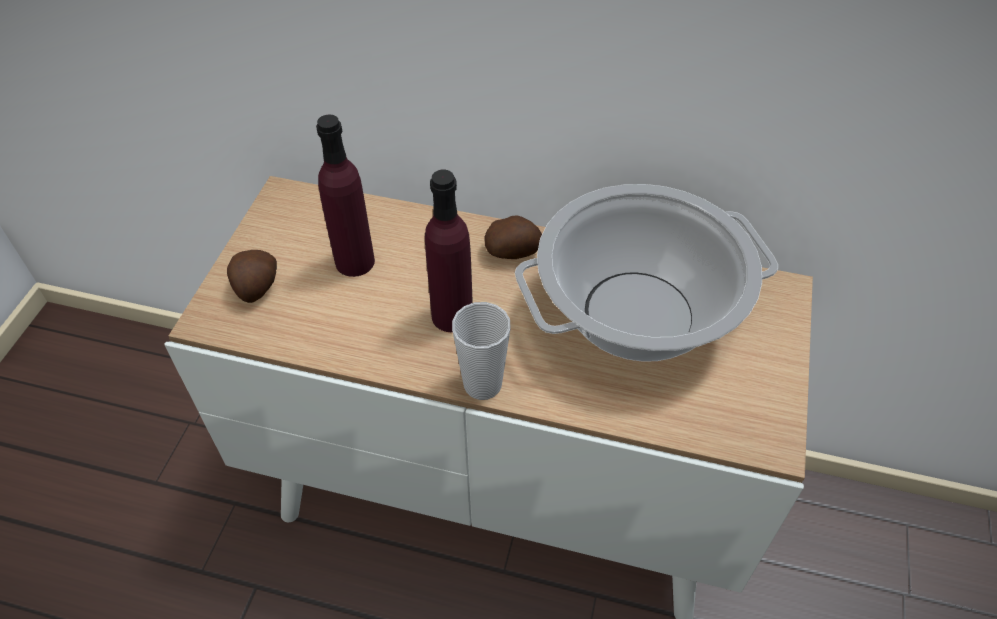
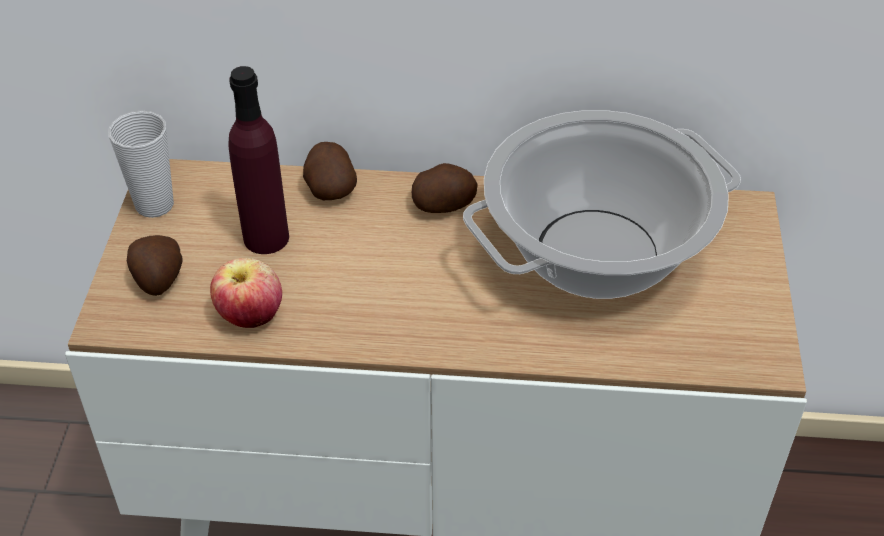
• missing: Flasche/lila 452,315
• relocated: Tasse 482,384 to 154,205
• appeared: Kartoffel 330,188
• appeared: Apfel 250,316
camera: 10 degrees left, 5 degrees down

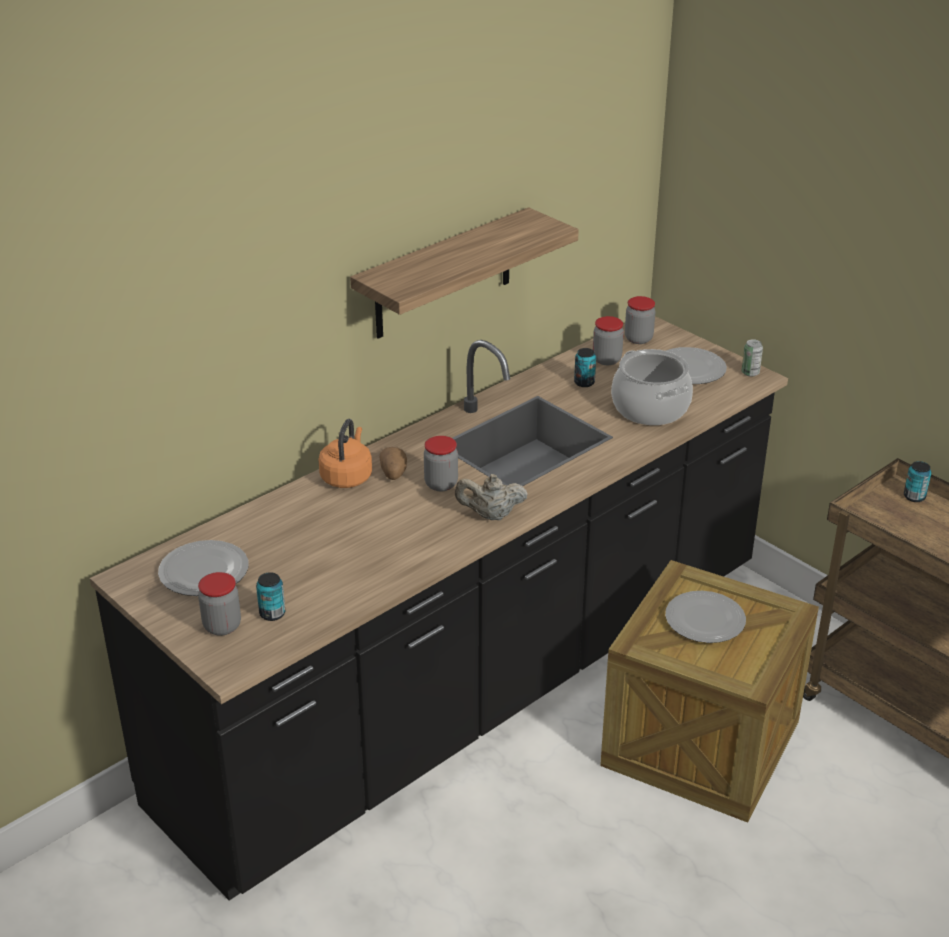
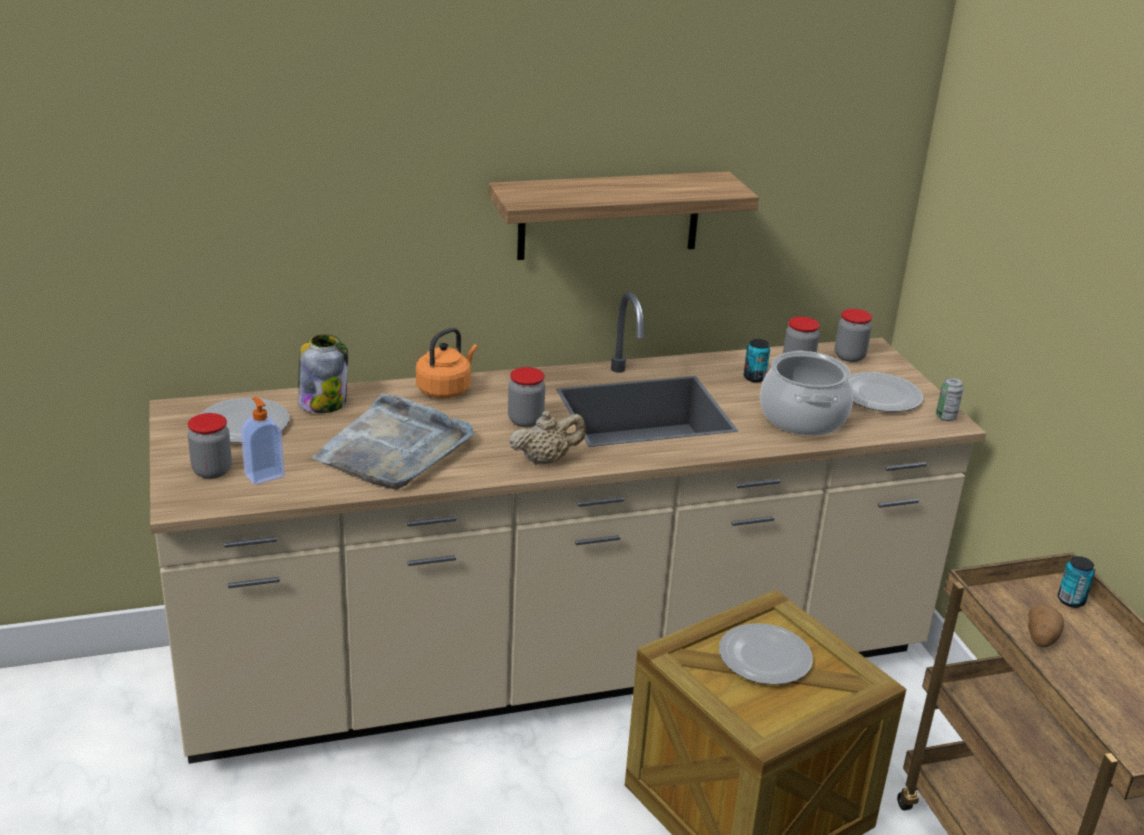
• colour: Küchenzeile/schwarz 474,685 to Küchenzeile/beige 558,663
• relocated: Kartoffel 393,473 to 1041,638
• spun: Teekanne/beige 491,515 = 546,460 135 degrees clockwise
• exchanged: Dose 272,613 to Seifenspender 264,475
• appeared: Vorratsglas 323,403
• appeared: Tablett/grau 394,448
camera: 25 degrees right, 5 degrees down

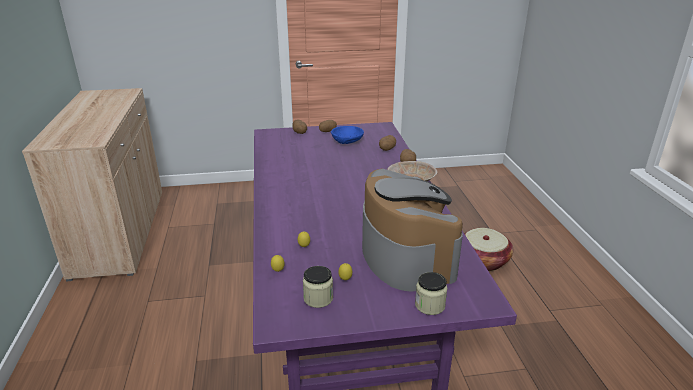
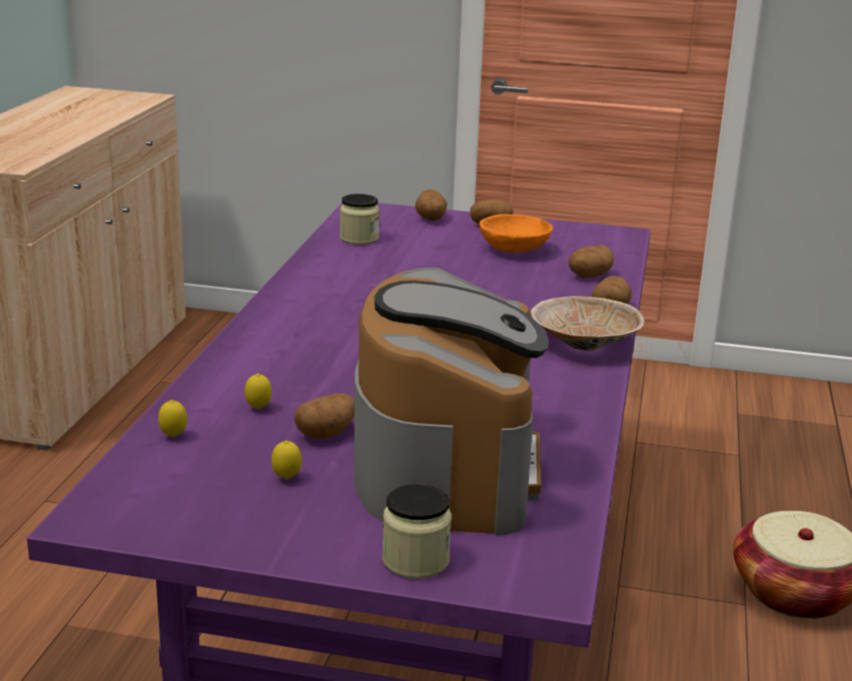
• colour: Schüssel/blau 347,142 to Schüssel/orange 515,251
• relocated: Vorratsglas 318,298 to 359,238
• appeared: Kartoffel 326,434
camera: 20 degrees right, 5 degrees down

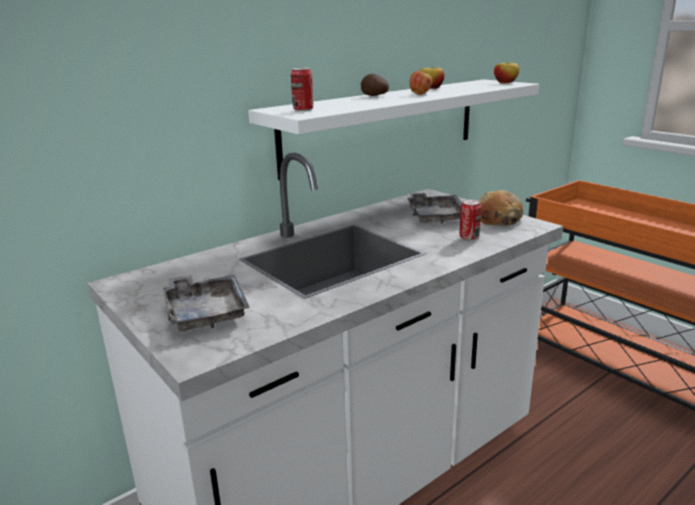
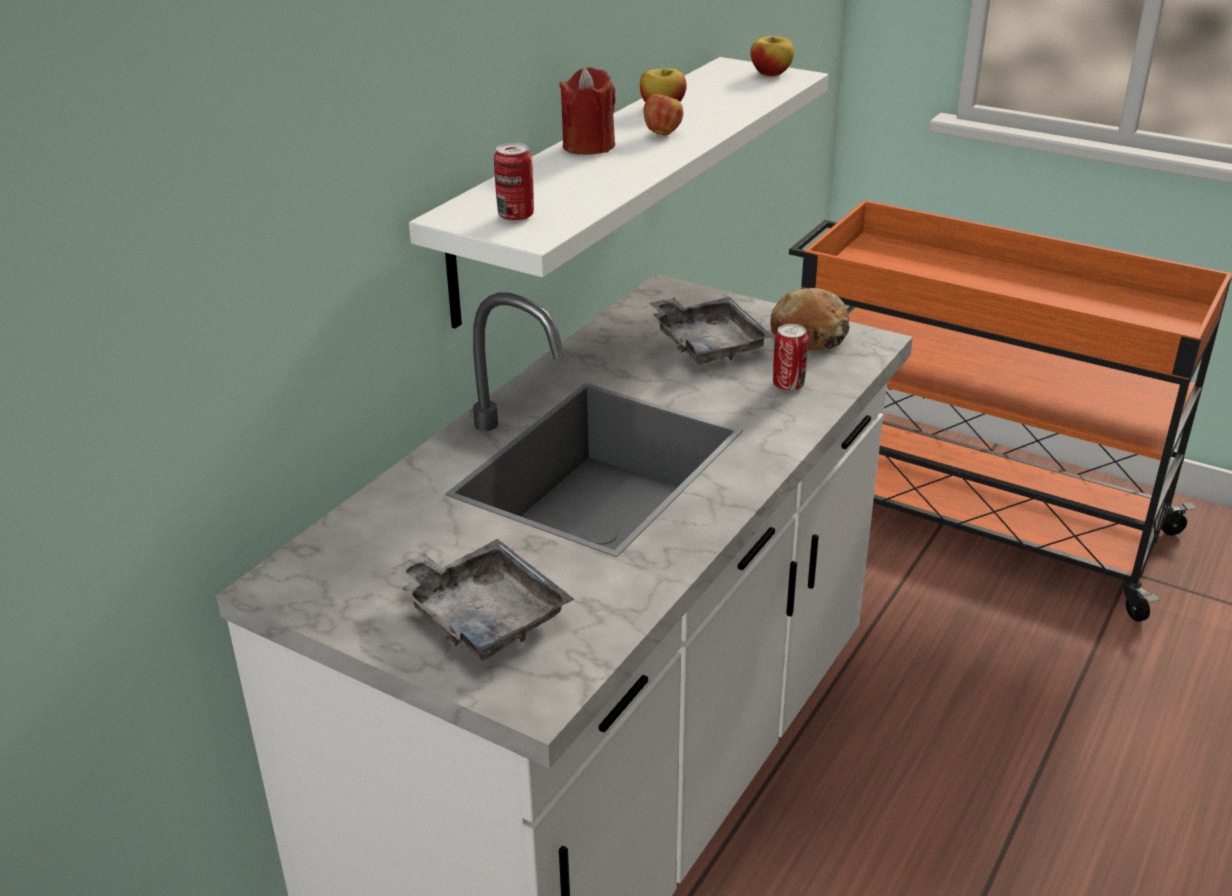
• exchanged: Kartoffel 374,96 to Kerze/rot 588,146
camera: 20 degrees left, 10 degrees up

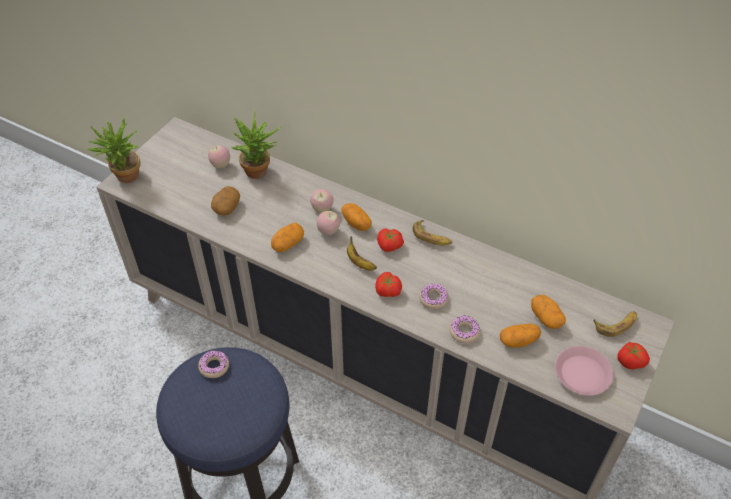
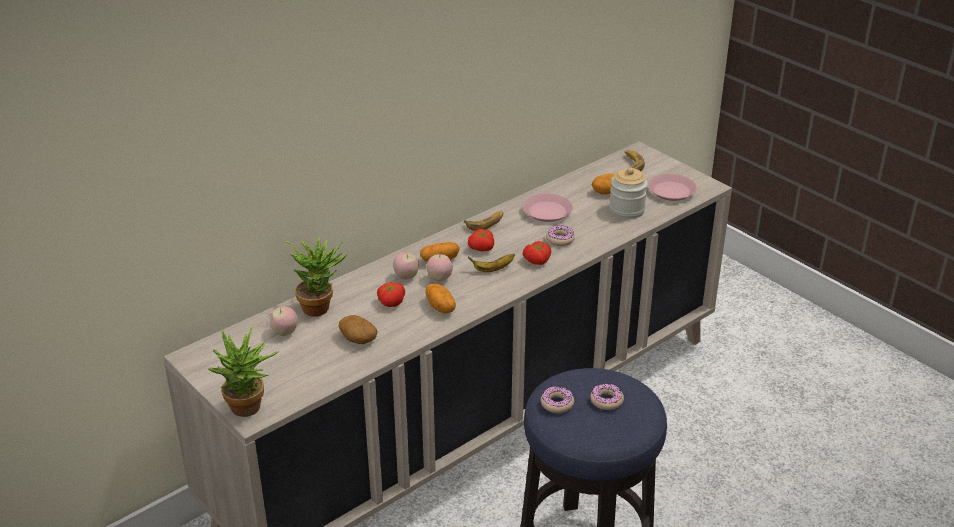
• relocated: Donut 464,332 to 606,401
• exchanged: Kartoffel 518,341 to Vorratsglas 626,210
• relocated: Tomate 630,360 to 390,302
• appeared: Teller/rosa 547,211
camera: 70 degrees left, 15 degrees down

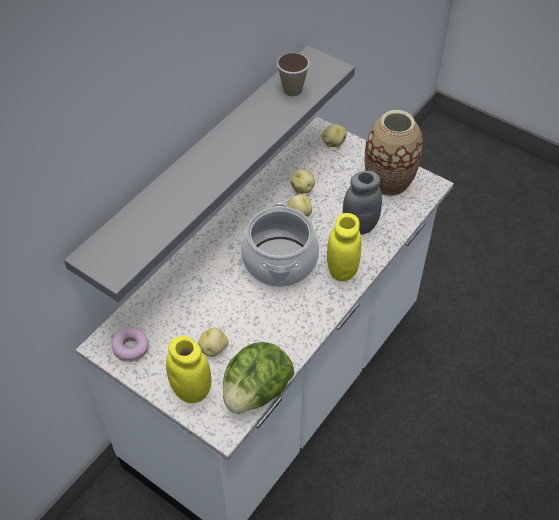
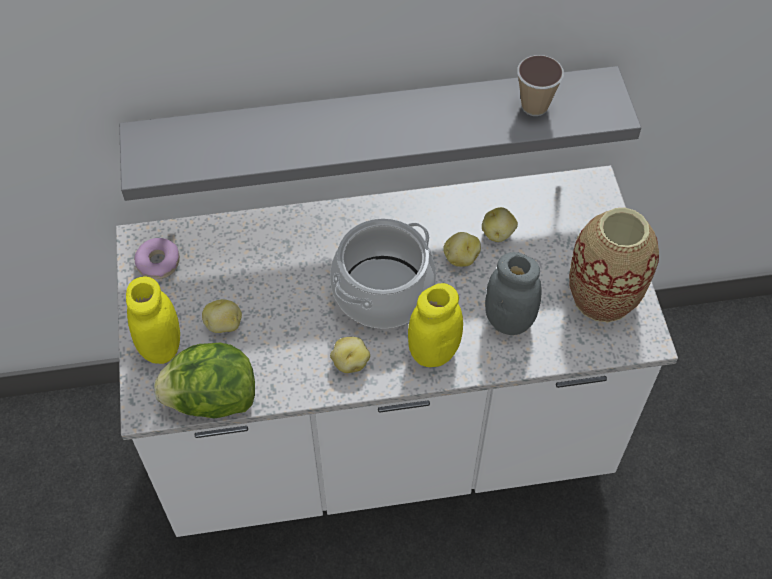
• relocated: Kartoffel 333,143 to 350,362
camera: 45 degrees right, 5 degrees up

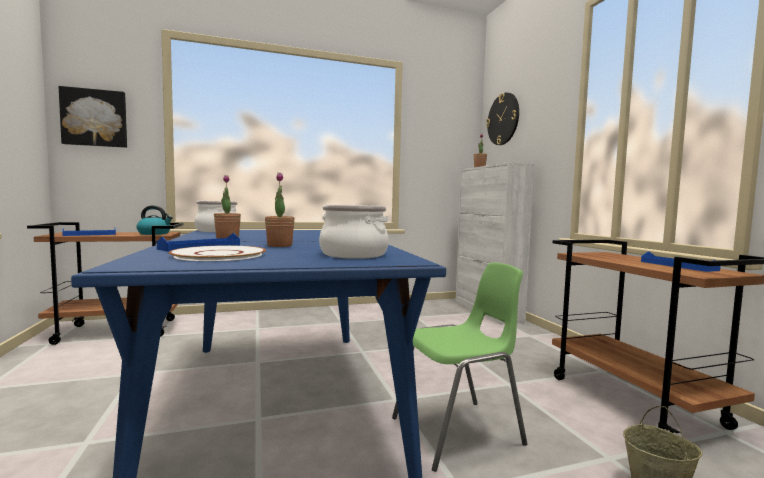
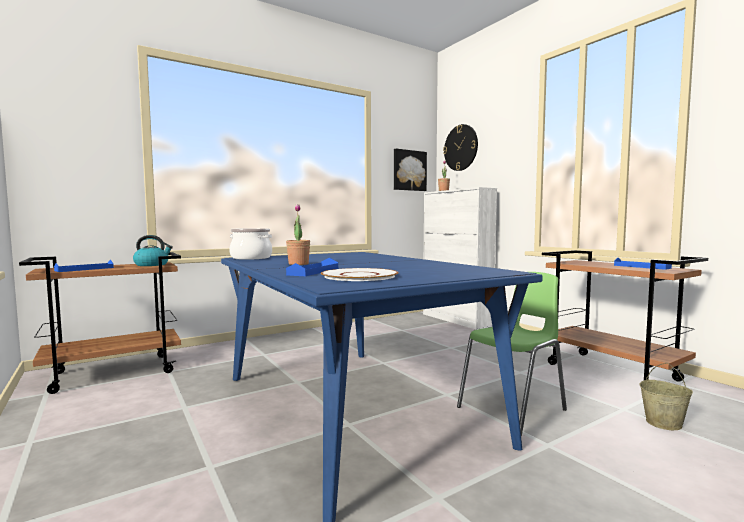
• relocated: Bild 95,118 to 409,170
• missing: Topfpflanze 279,245
• missing: Kochtopf 354,254
camera: 15 degrees left, 0 degrees up

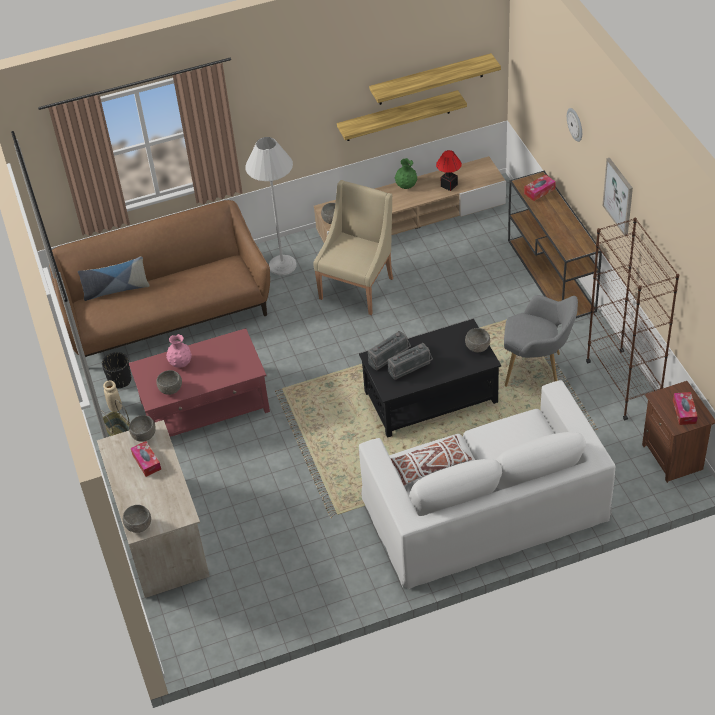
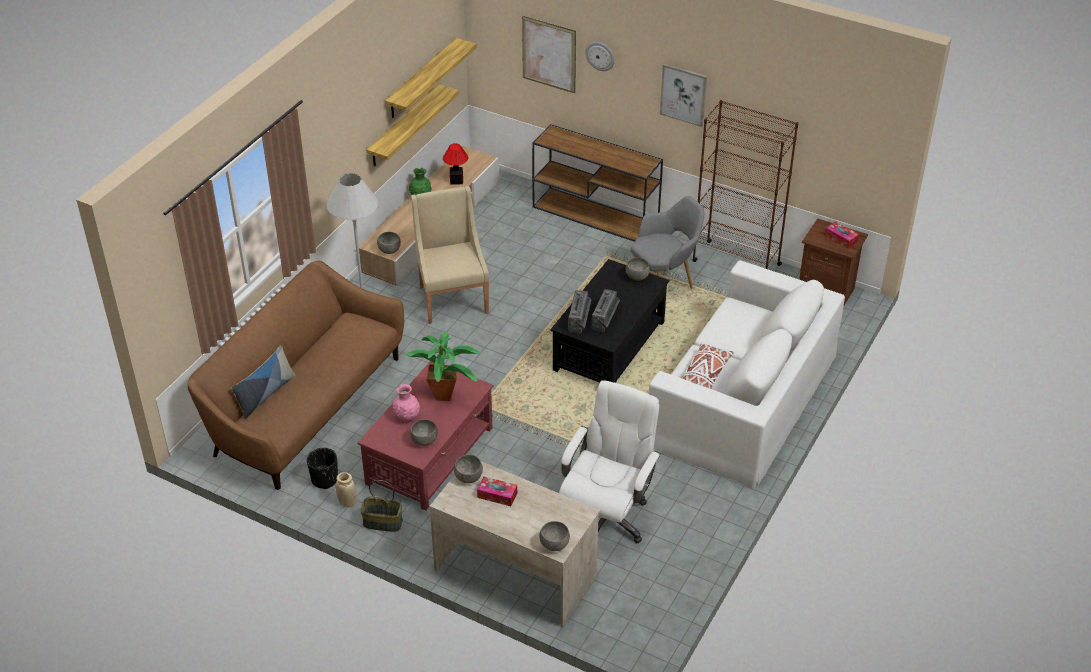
• missing: Taschentuchbox 539,191
• appeared: Bild 549,54
• appeared: Topfpflanze 447,397
• appeared: Bürostuhl/weiß 606,517
camera: 45 degrees left, 5 degrees down

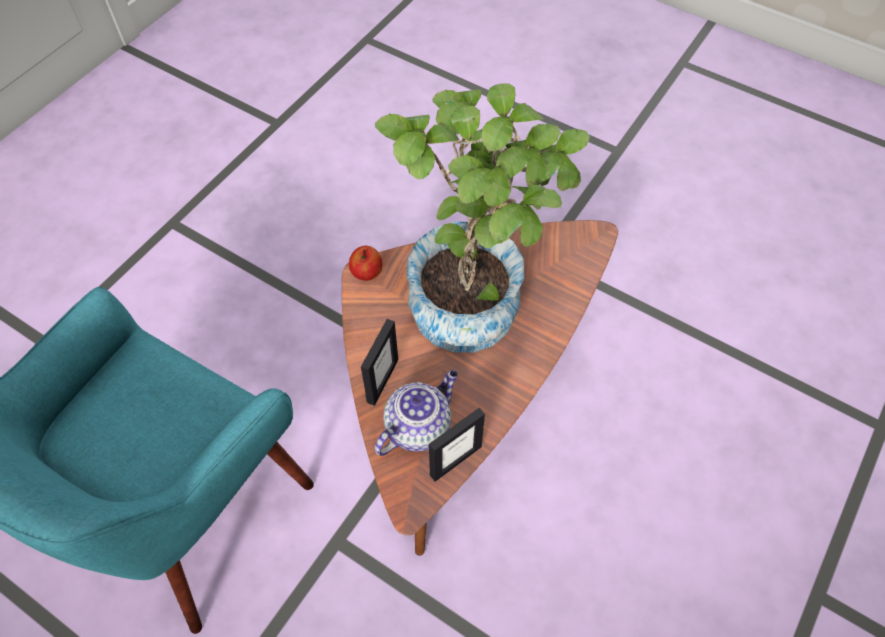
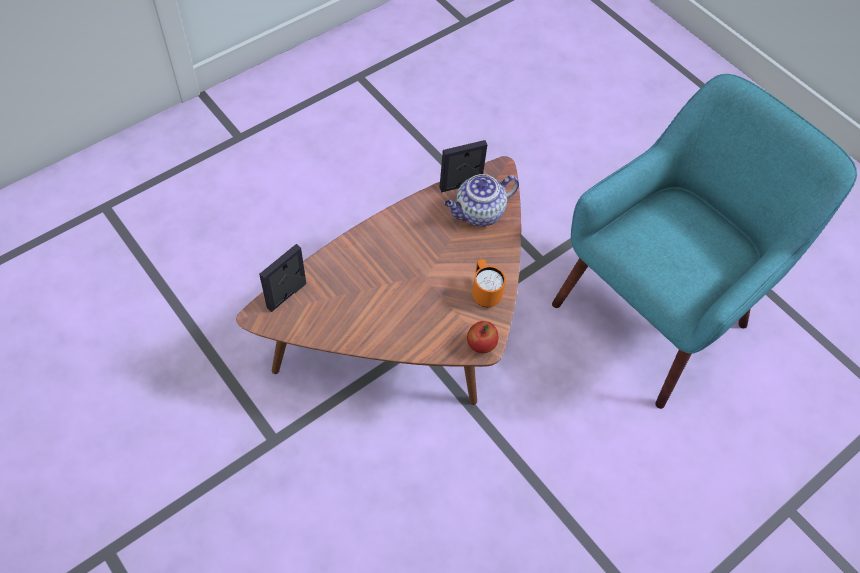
• missing: Topfpflanze 476,298
• relocated: Bilderrahmen 382,380 to 287,295
• appeared: Henkelbecher/orange 484,293
camera: 165 degrees left, 0 degrees up

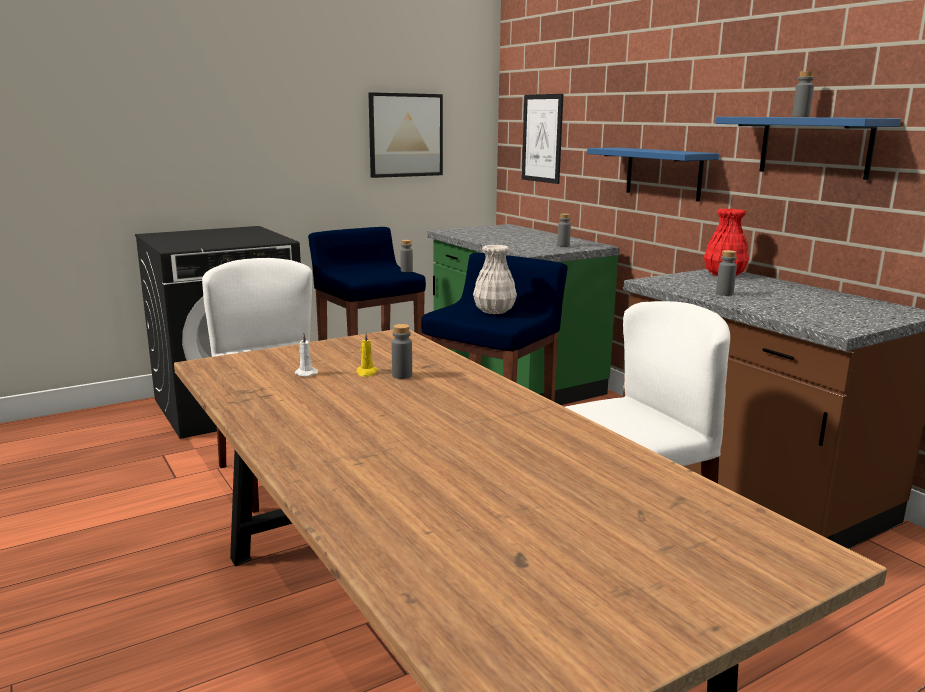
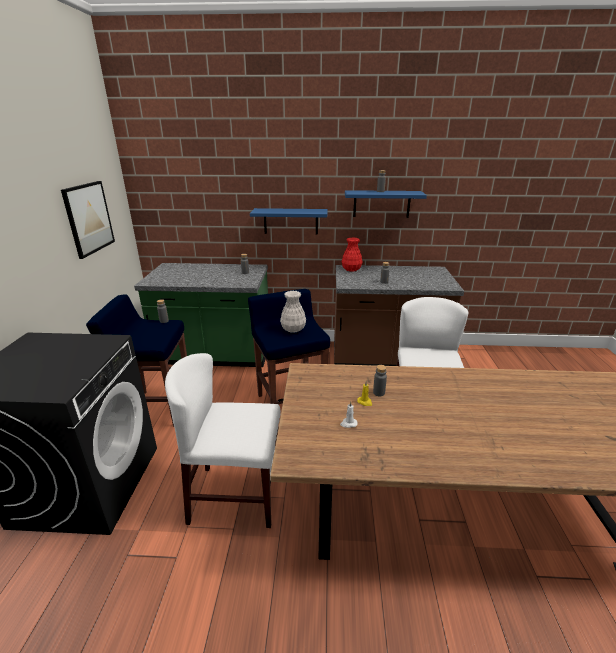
• missing: Bild 542,138
camera: 55 degrees left, 10 degrees up

